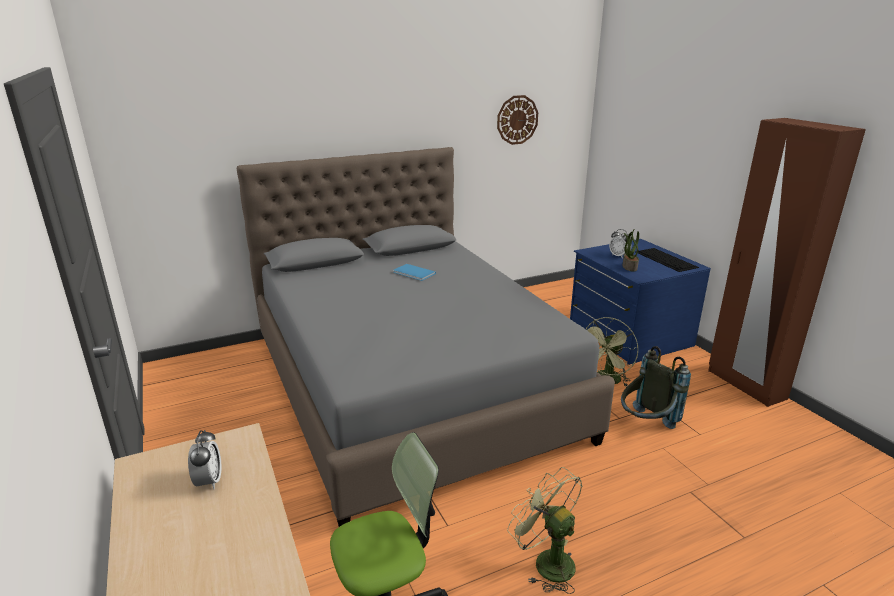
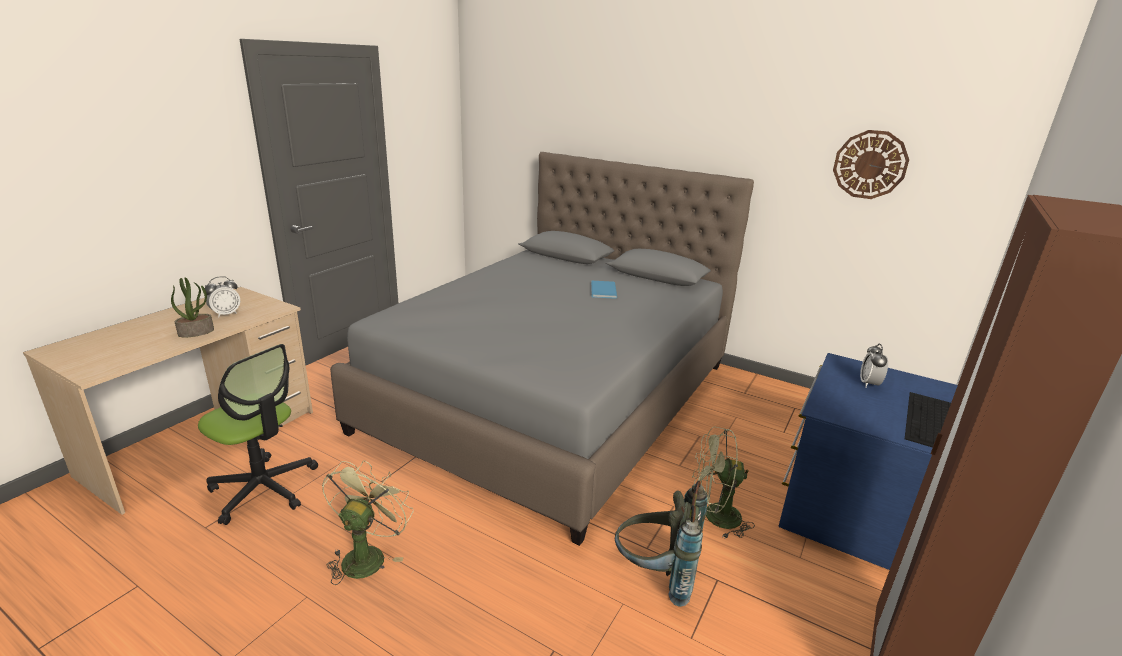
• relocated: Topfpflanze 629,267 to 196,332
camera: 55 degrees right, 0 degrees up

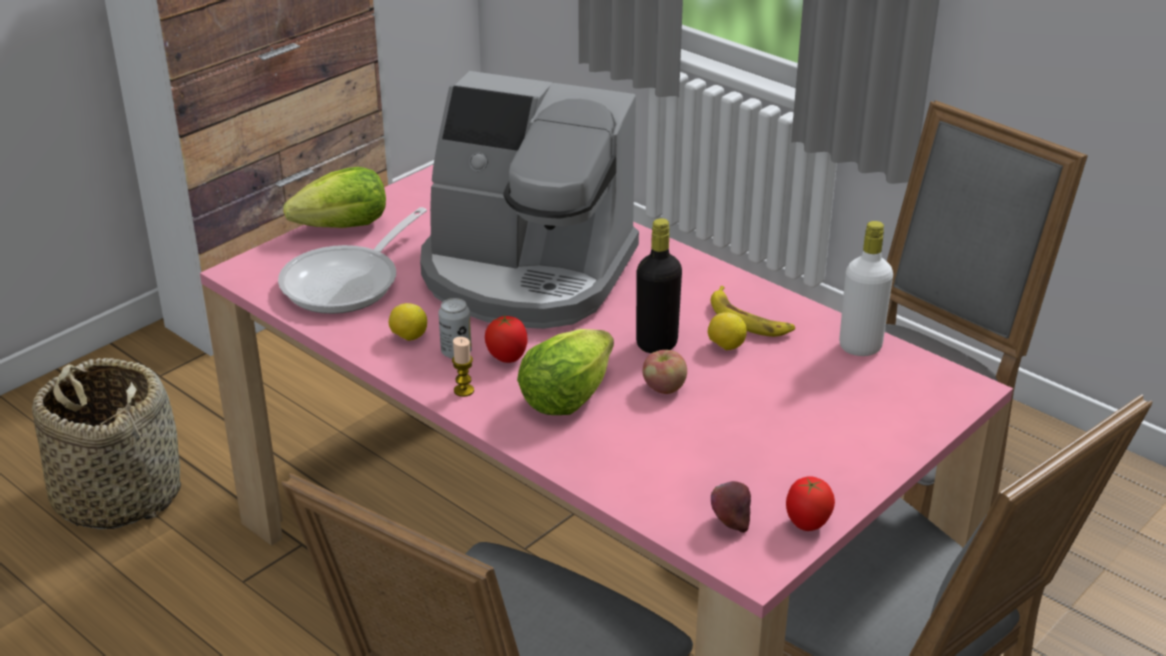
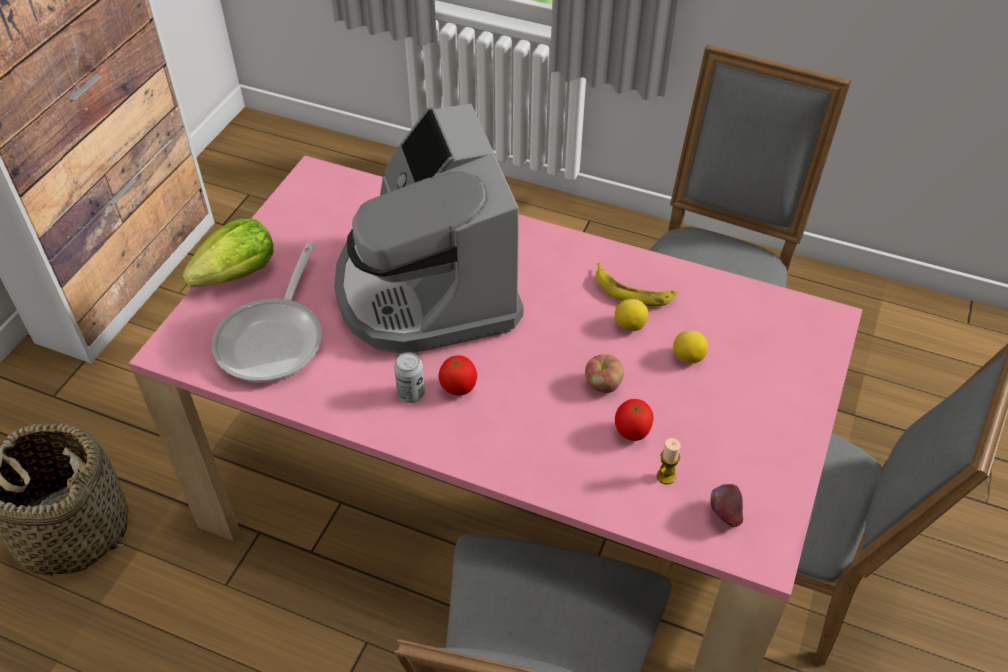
• spun: Kaffeemaschine 526,274 = 427,288 75 degrees clockwise
• missing: Flasche/schwarz 656,344
• missing: Flasche/weiß 860,347
• relocated: Zitrone 408,337 to 688,357
• missing: Salatkopf 565,397
• relocated: Kerze 464,390 to 666,476
• relocated: Tomate 807,525 to 631,433
camera: 20 degrees left, 15 degrees up

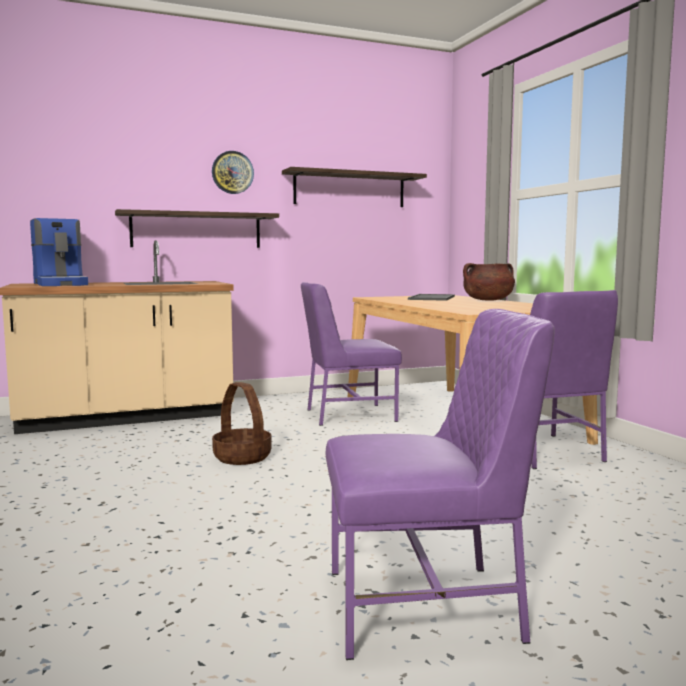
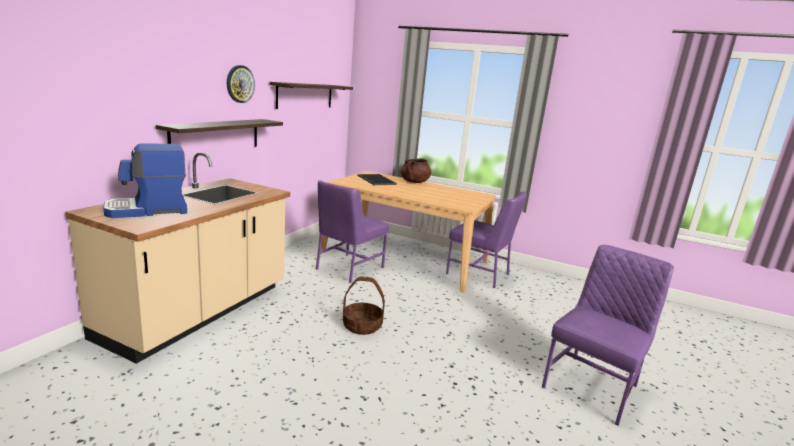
• spun: Kaffeemaschine 61,284 = 148,210 135 degrees clockwise
camera: 45 degrees left, 10 degrees up

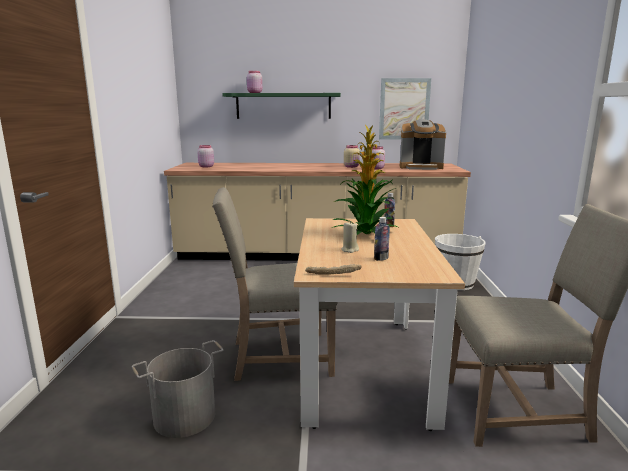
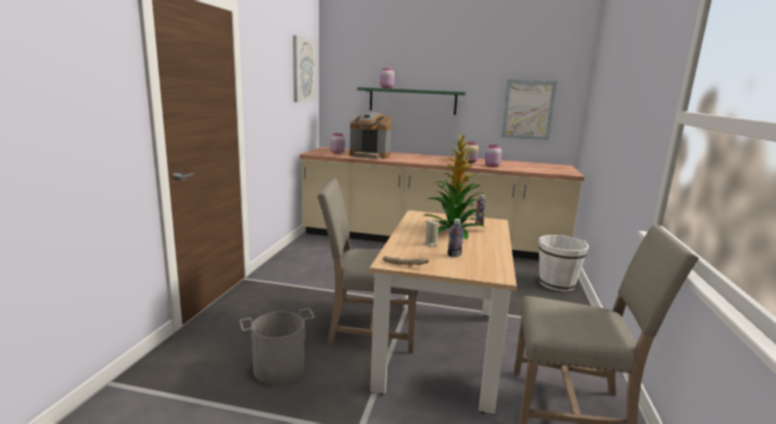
• relocated: Kaffeemaschine 421,167 to 370,156
• appeared: Bild 303,70
camera: 10 degrees right, 0 degrees up

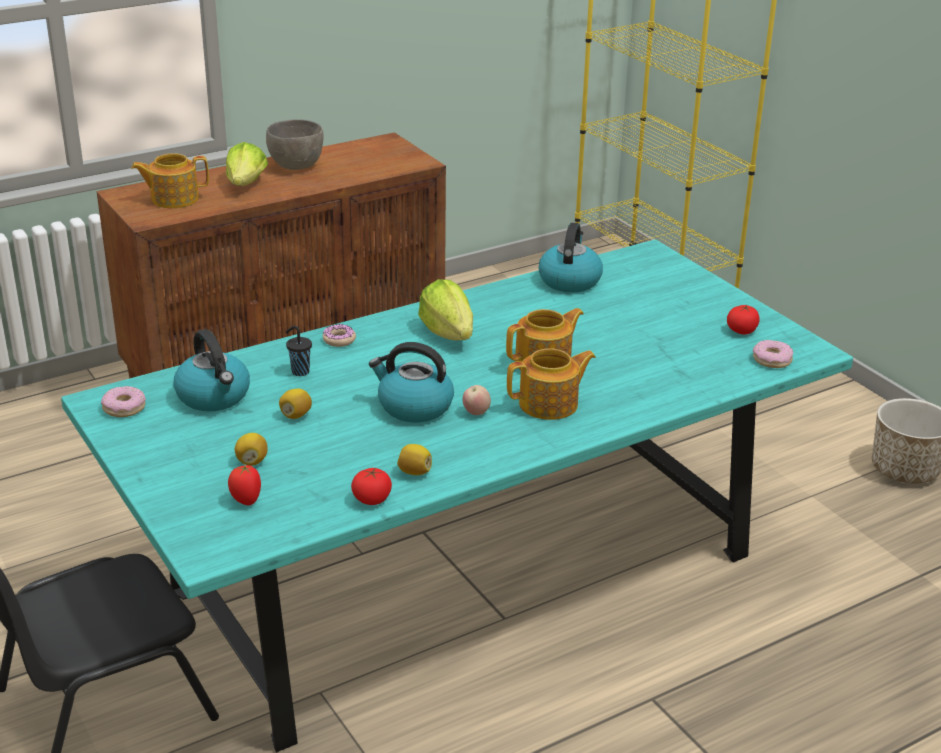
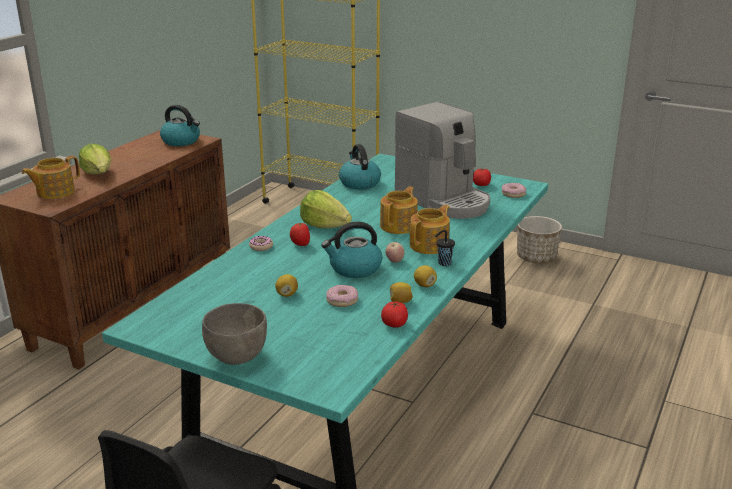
• relocated: Schüssel/grau 296,166 to 237,357
• relocated: Tasse/schwarz 299,371 to 443,263
• relocated: Wasserkessel 214,397 to 181,141
• relocated: Donut 124,408 to 342,300
• relocated: Zitrone 252,461 to 424,285
• relocated: Tomate 245,500 to 300,245
• appeared: Kaffeemaschine 444,200
camera: 30 degrees left, 5 degrees down

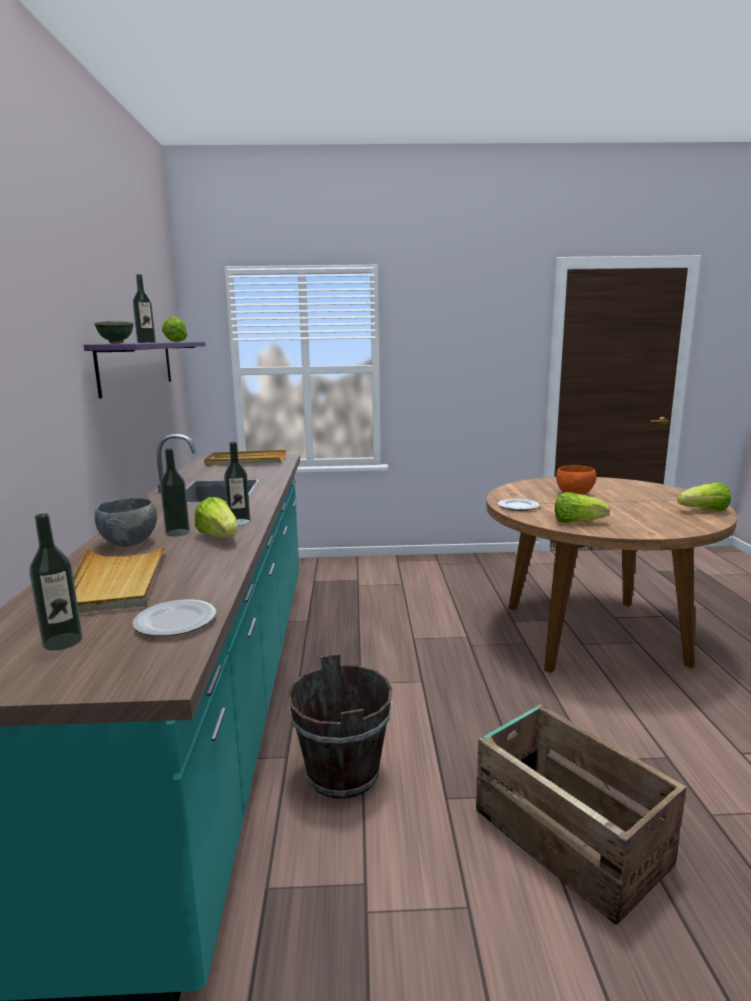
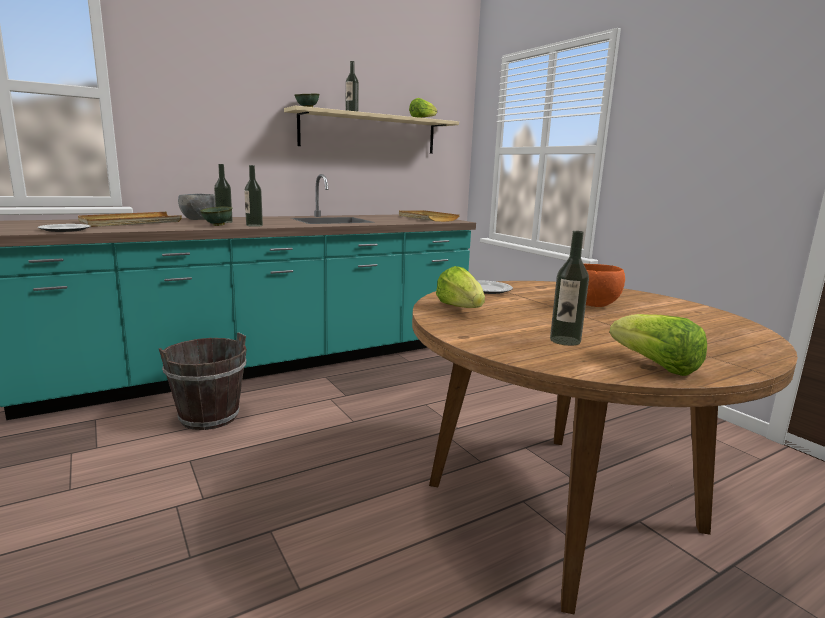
• colour: Wandregal/lila 137,366 to Wandregal/beige 369,133
• exchanged: Salatkopf 219,537 to Schüssel/grün 218,225
• relocated: Flasche 62,641 to 565,341
• missing: Kiste 568,835
camera: 60 degrees right, 0 degrees up

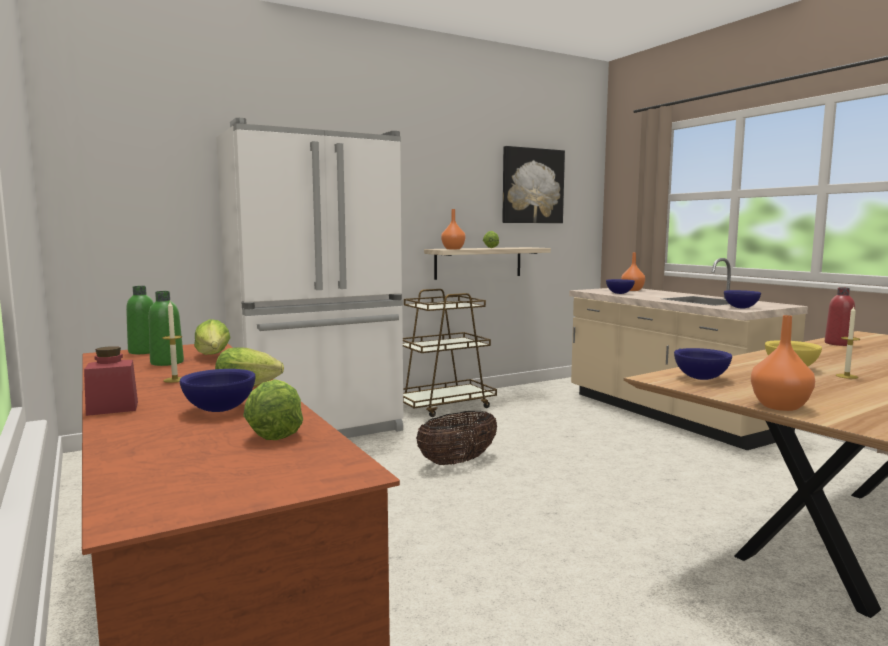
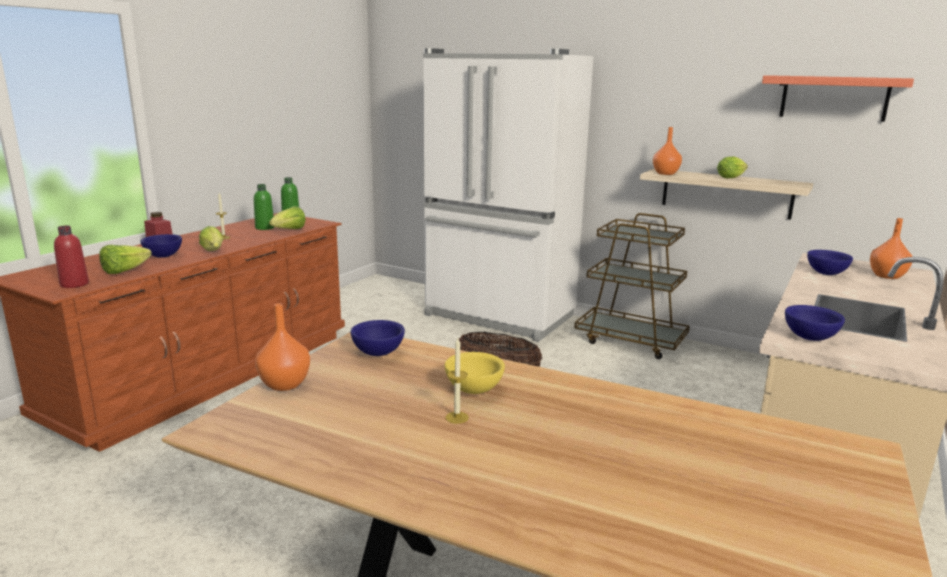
• exchanged: Bild 532,186 to Wandregal 834,98
• relocated: Flasche/rot 838,344 to 74,284
camera: 60 degrees right, 10 degrees up

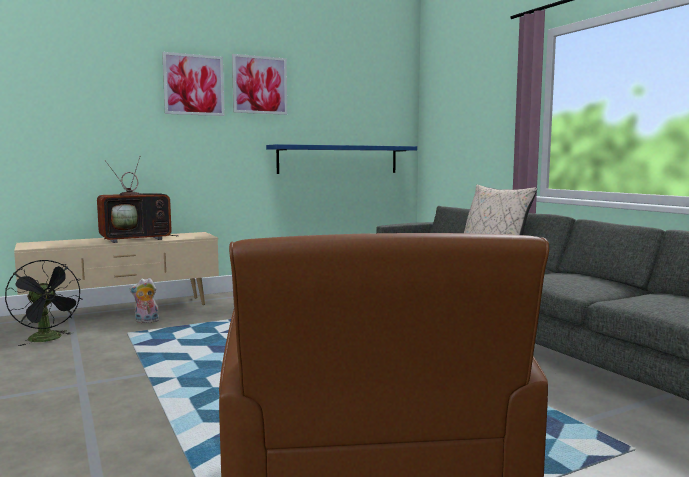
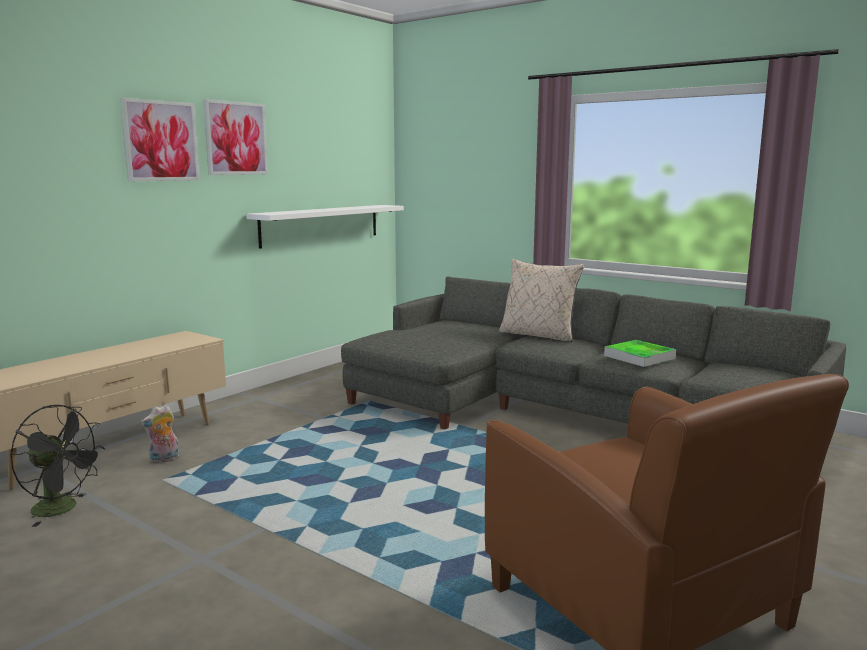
• colour: Wandregal/blau 338,159 to Wandregal/weiß 321,225
• missing: Fernseher 137,239
• appeared: Tablett 639,357
camera: 25 degrees left, 5 degrees up

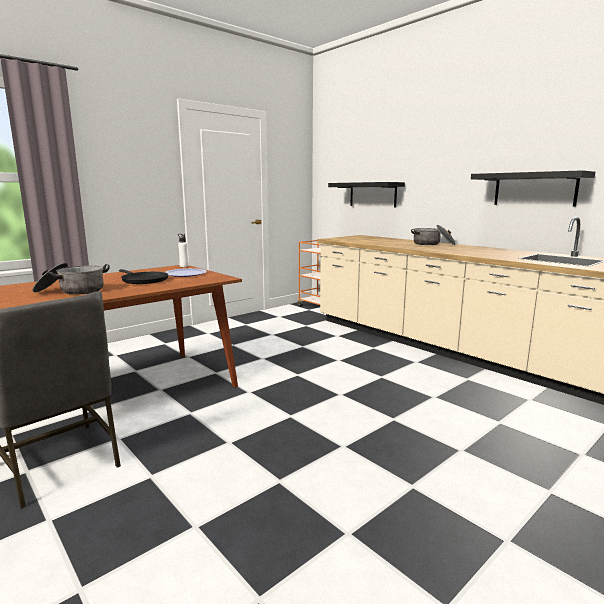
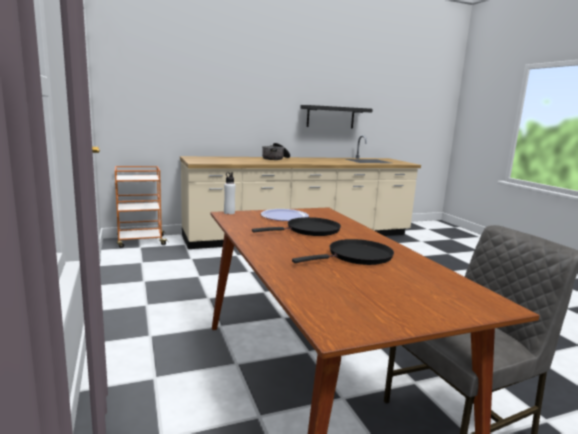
• missing: Wandregal/schwarz 372,194
• exchanged: Kochtopf 72,291 to Pfanne/schwarz 356,257
camera: 70 degrees left, 0 degrees up

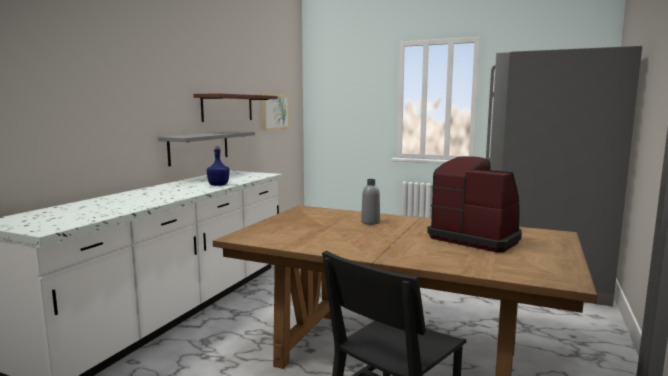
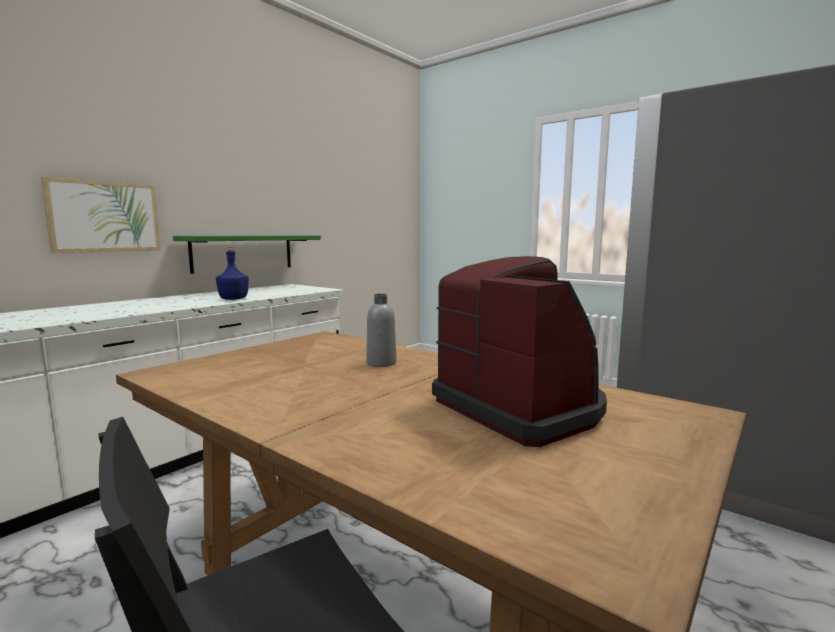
• missing: Wandregal/braun 227,108
• relocated: Bild 274,111 to 105,216
• colour: Wandregal/grau 199,147 to Wandregal/grün 243,253
camera: 15 degrees right, 0 degrees up

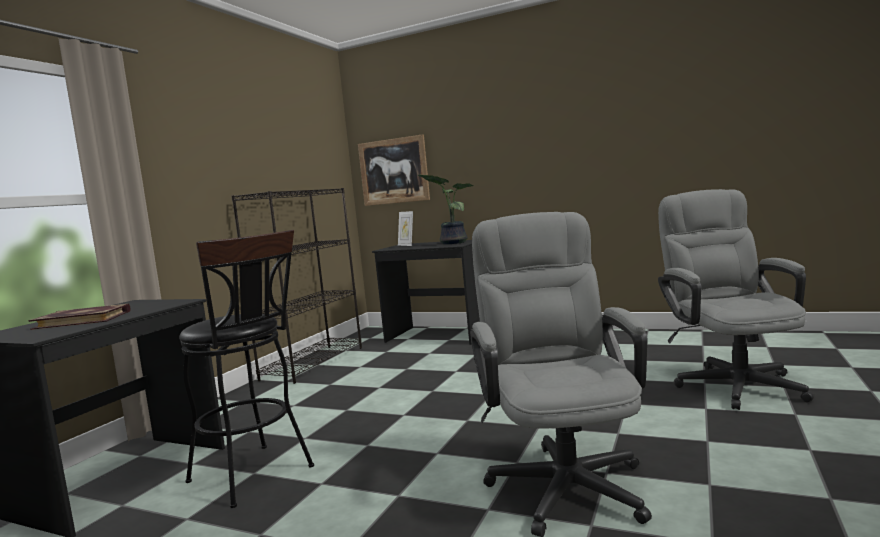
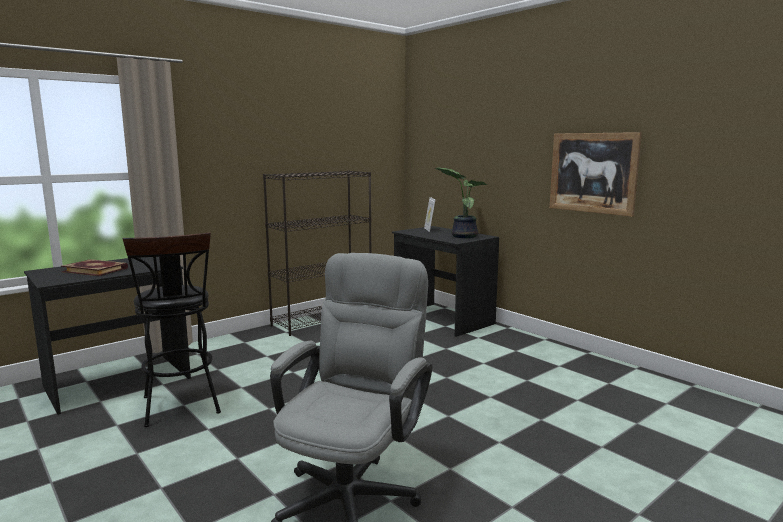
• relocated: Bild 393,171 to 593,173
• missing: Bürostuhl/grau 733,382
camera: 25 degrees right, 5 degrees up

